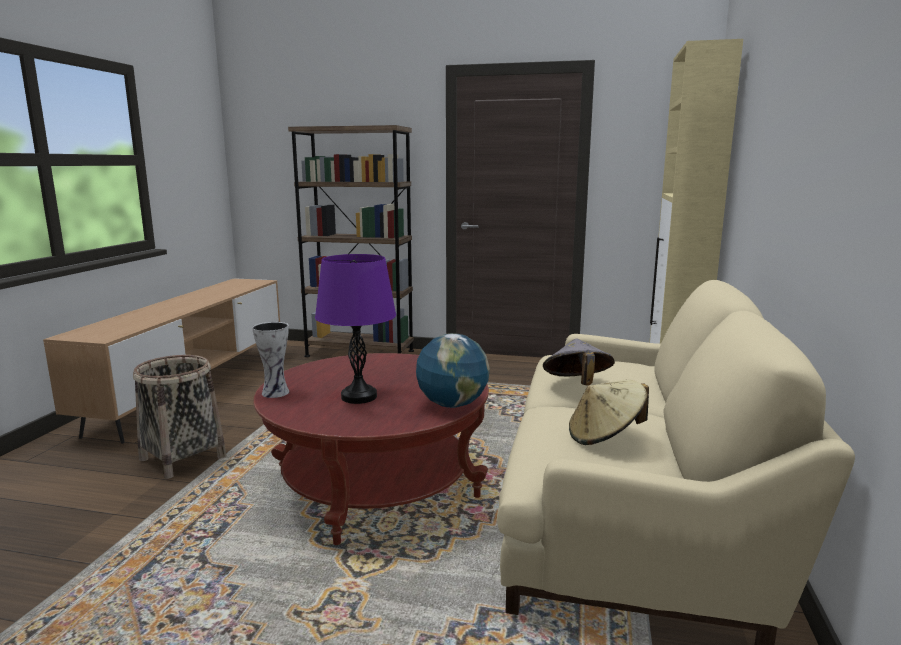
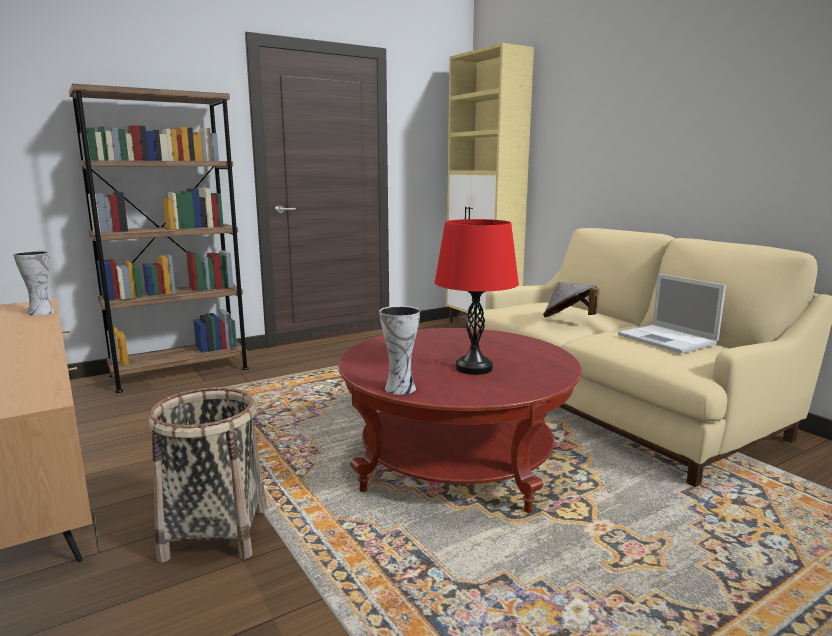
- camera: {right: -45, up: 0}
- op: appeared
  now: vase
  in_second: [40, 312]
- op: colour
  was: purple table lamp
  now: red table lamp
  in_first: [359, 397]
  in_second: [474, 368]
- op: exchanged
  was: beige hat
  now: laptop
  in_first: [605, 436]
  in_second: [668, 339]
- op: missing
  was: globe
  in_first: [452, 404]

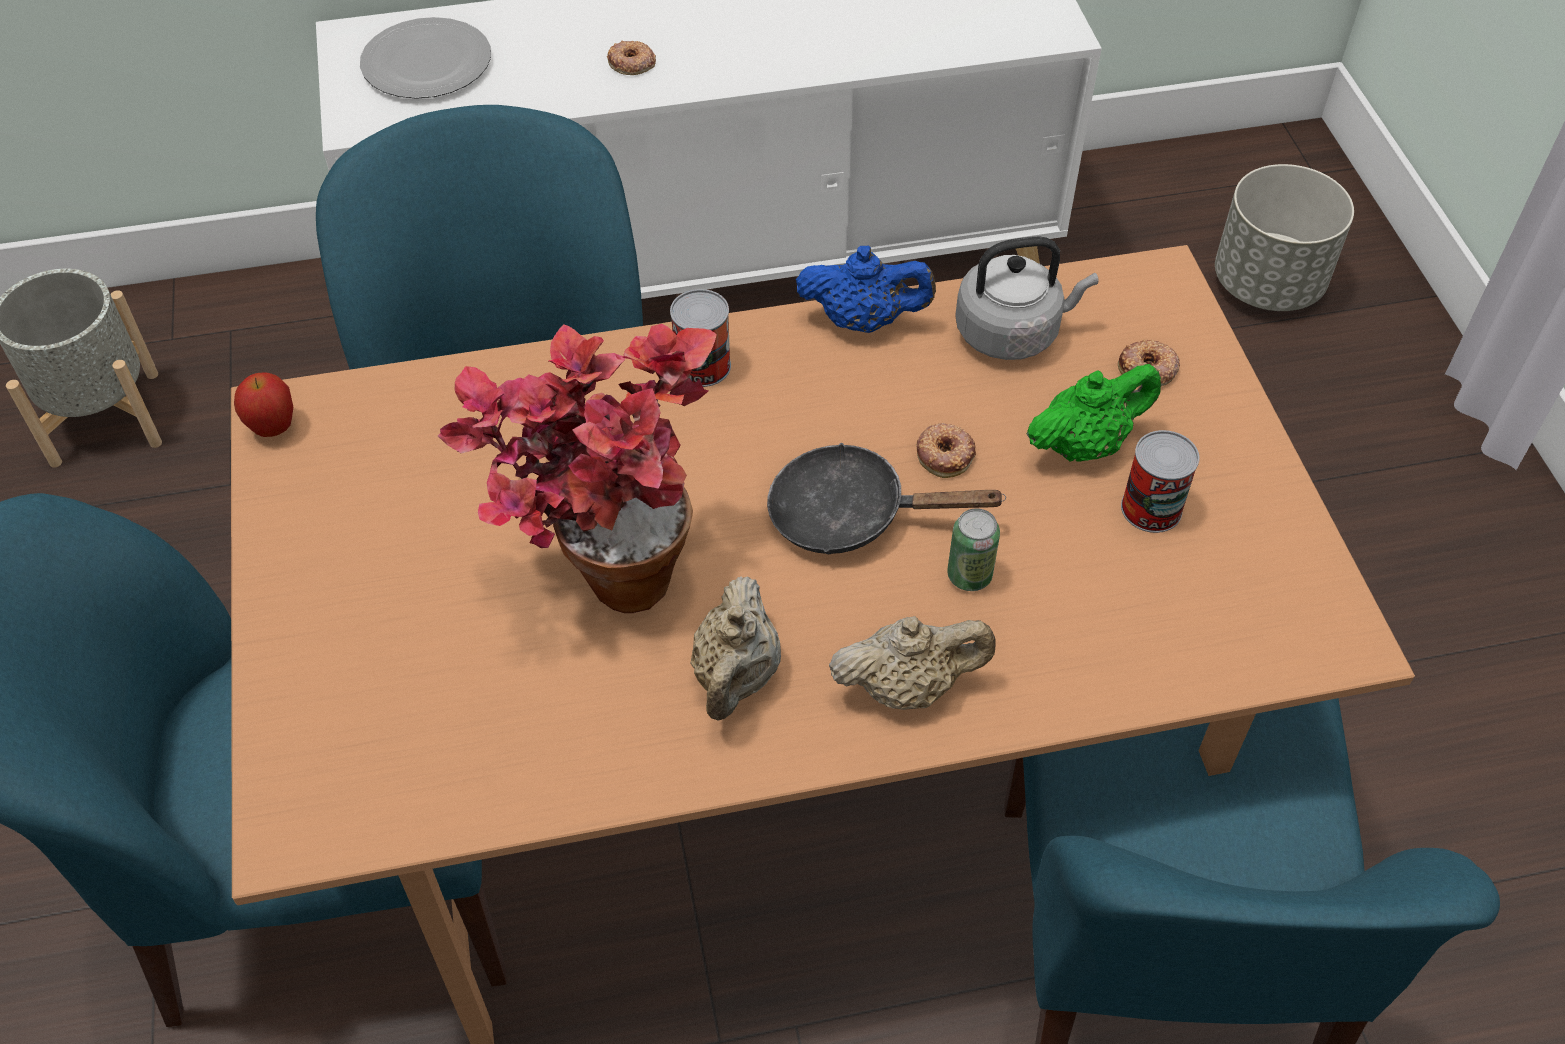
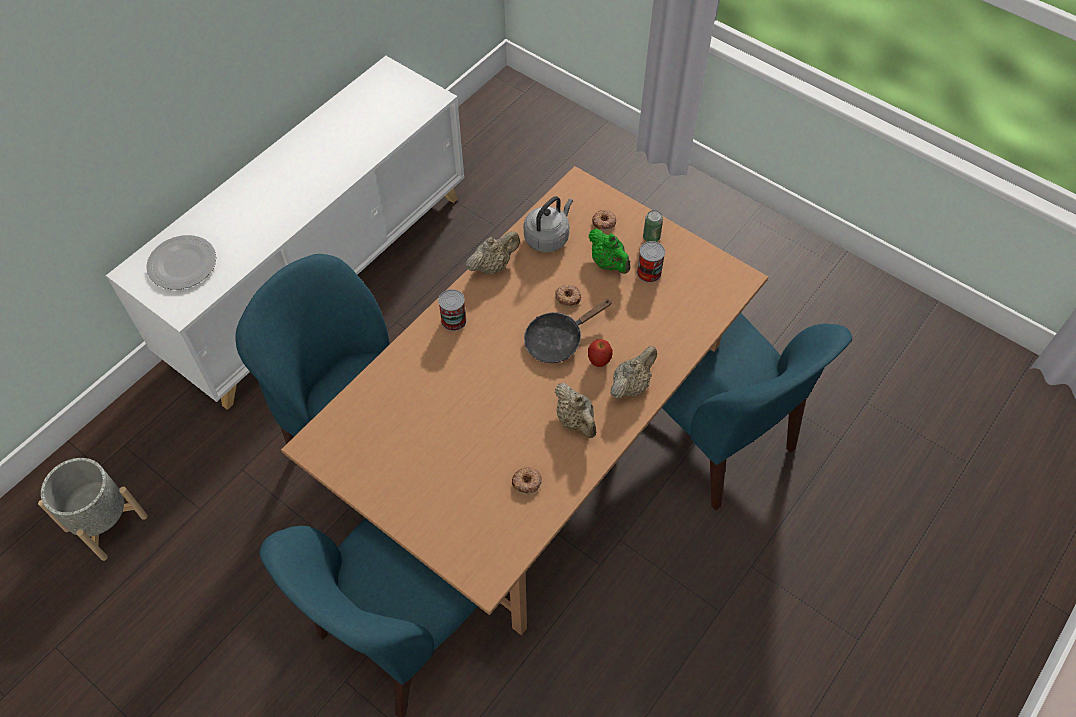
- camera: {right: -40, up: 5}
- op: colour
  was: blue teapot
  now: beige teapot
  in_first: [863, 320]
  in_second: [493, 266]
- op: relocated
  was: donut
  in_first: [631, 63]
  in_second: [527, 482]
- op: spun
  was: green teapot
  in_first: [1085, 444]
  in_second: [609, 263]
  clockwise: 120
- op: relocated
  was: apple
  in_first: [273, 428]
  in_second: [599, 361]
- op: relocated
  was: can
  in_first: [969, 575]
  in_second: [651, 237]
- op: missing
  was: potted plant
  in_first: [602, 574]
- op: missing
  was: grey planter
  in_first: [1268, 284]

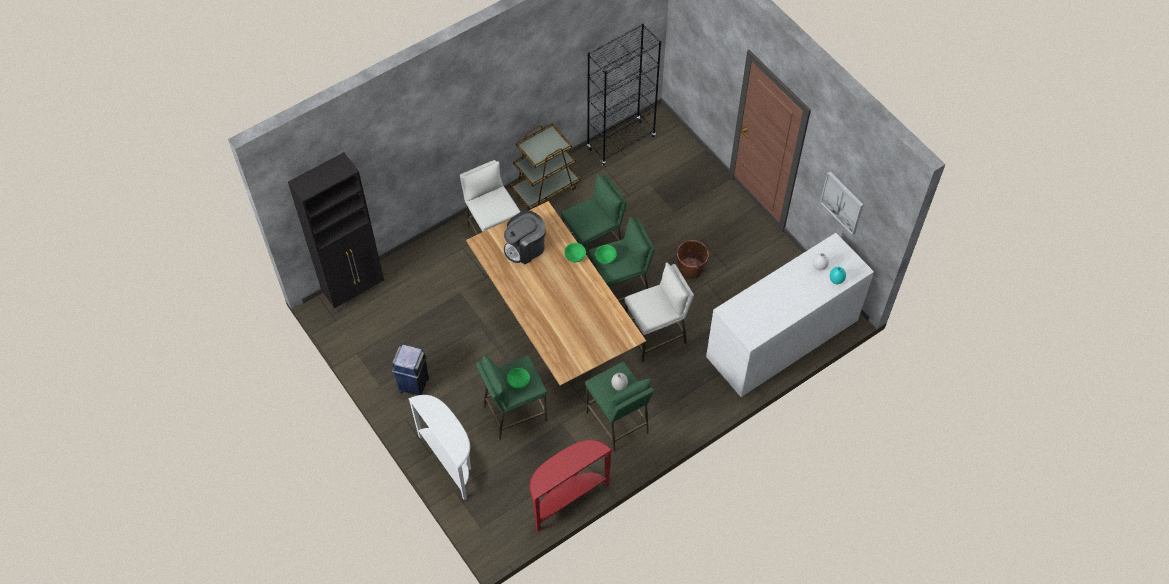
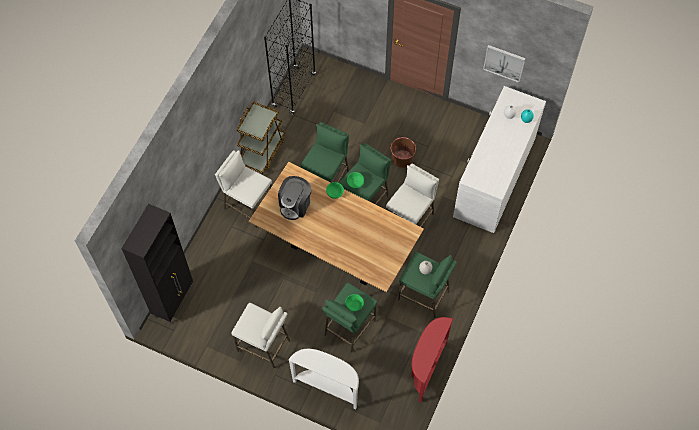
- camera: {right: -30, up: 5}
- op: exchanged
  was: blue trash can
  now: white stool
  in_first: [414, 384]
  in_second: [264, 346]

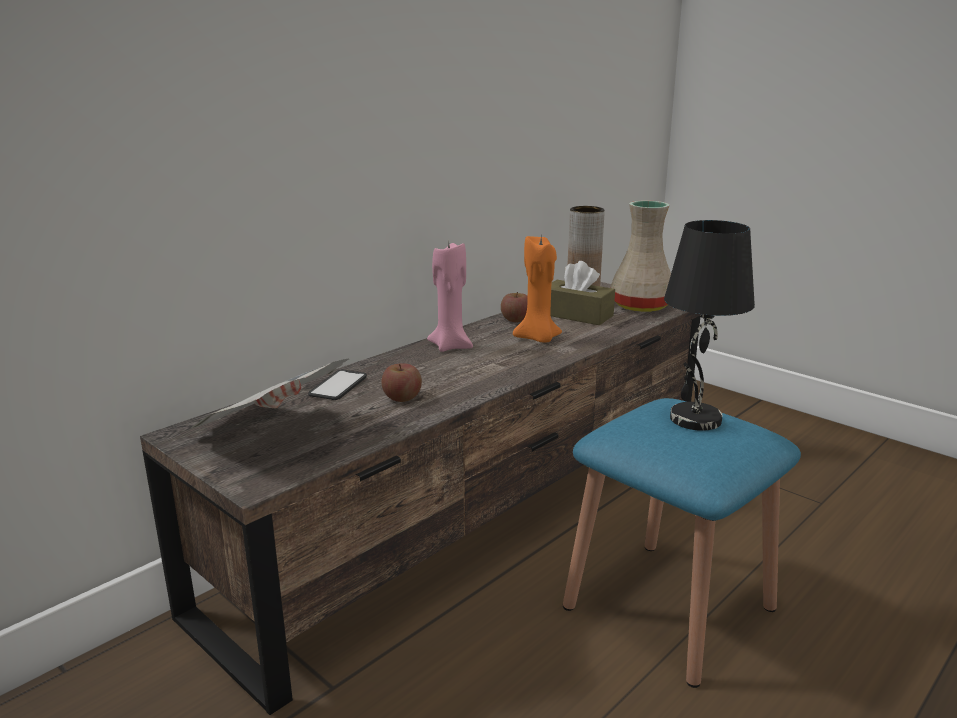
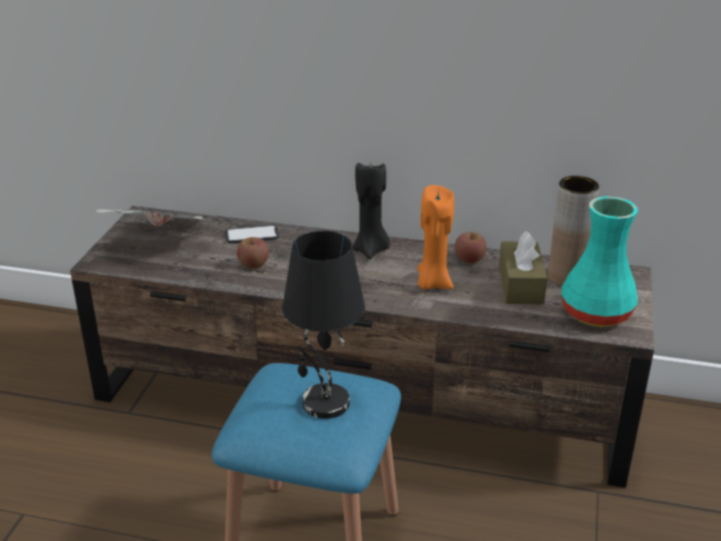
- camera: {right: 60, up: 10}
- op: colour
  was: pink candle
  now: black candle
  in_first: [451, 346]
  in_second: [371, 250]
- op: colour
  was: beige vase
  now: turquoise vase
  in_first: [639, 306]
  in_second: [594, 312]

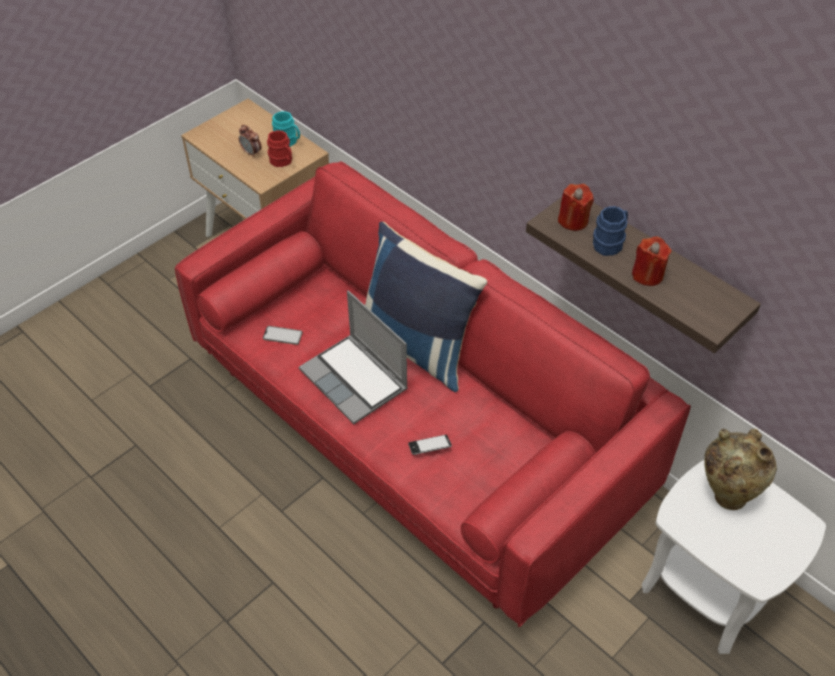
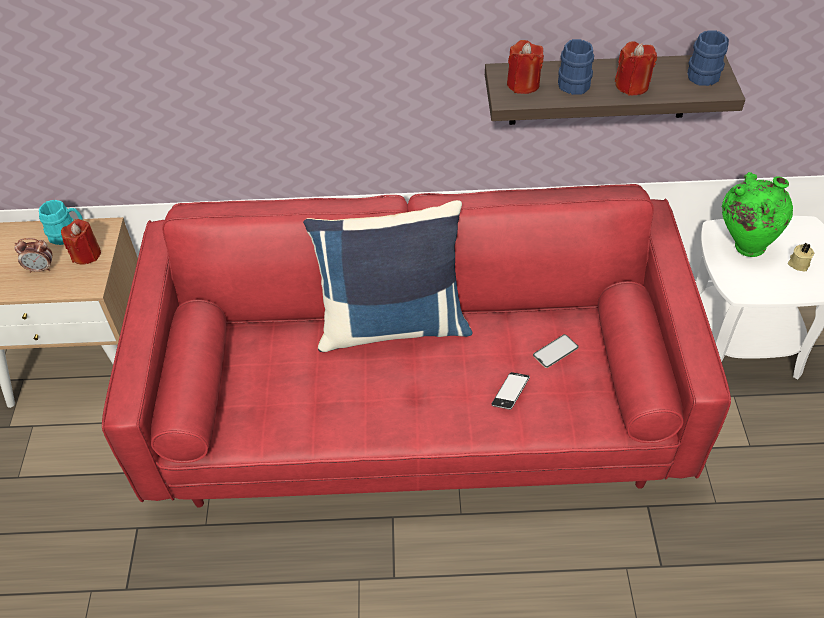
- camera: {right: -45, up: 0}
- op: exchanged
  was: red mug
  now: red candle
  in_first: [282, 161]
  in_second: [86, 254]
- op: relocated
  was: phone
  in_first: [282, 335]
  in_second: [555, 351]
- op: appeared
  now: blue mug
  in_second: [706, 74]
- op: colour
  was: beige vase
  now: green vase
  in_first: [727, 493]
  in_second: [744, 246]
- op: appeared
  now: beige candle
  in_second: [798, 263]
- op: missing
  was: laptop
  in_first: [355, 380]

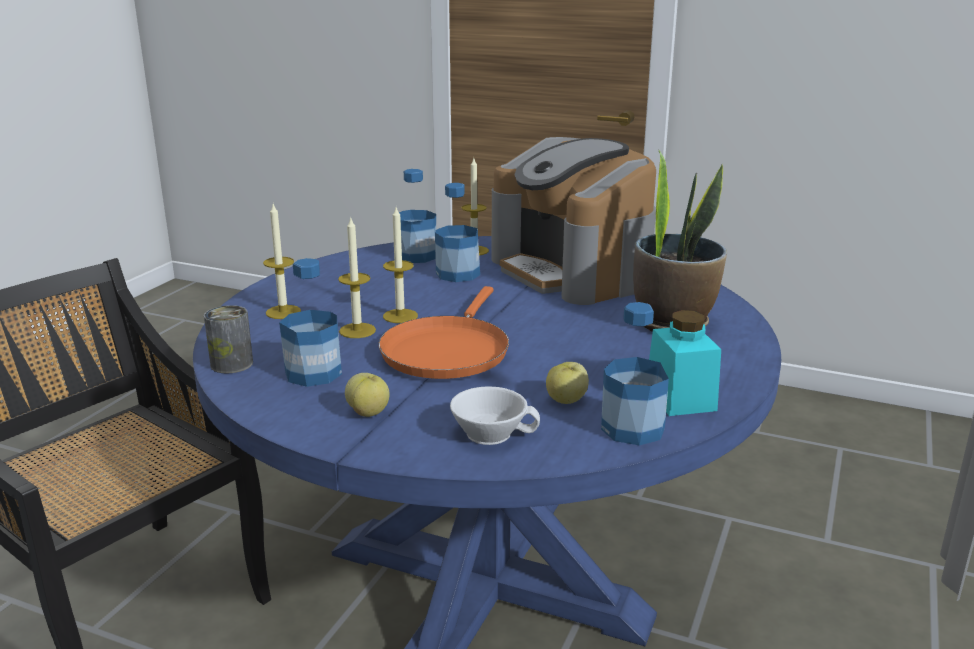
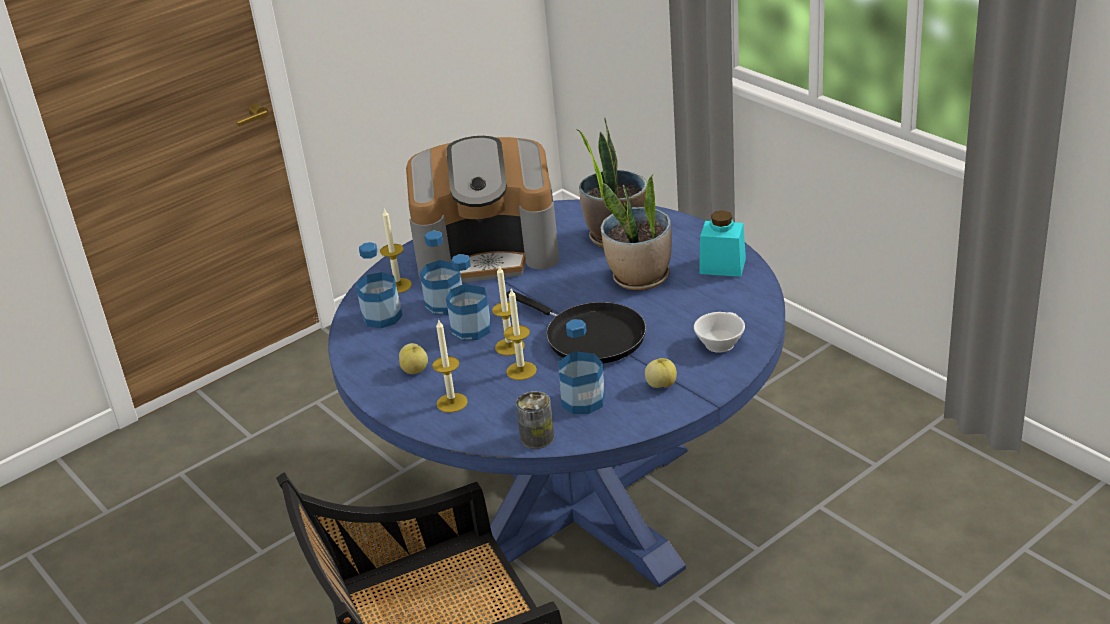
- camera: {right: -60, up: 10}
- op: relocated
  was: apple
  in_first: [567, 400]
  in_second: [415, 370]
- op: relocated
  was: bottle
  in_first: [632, 428]
  in_second: [471, 329]
- op: colour
  was: orange frying pan
  now: black frying pan
  in_first: [447, 350]
  in_second: [589, 337]
- op: appeared
  now: potted plant
  in_second: [640, 278]

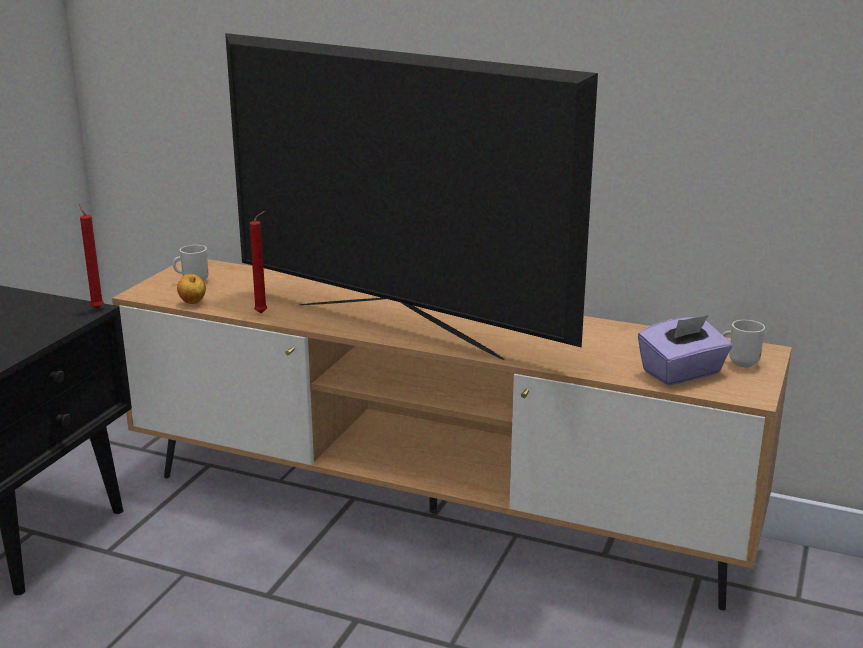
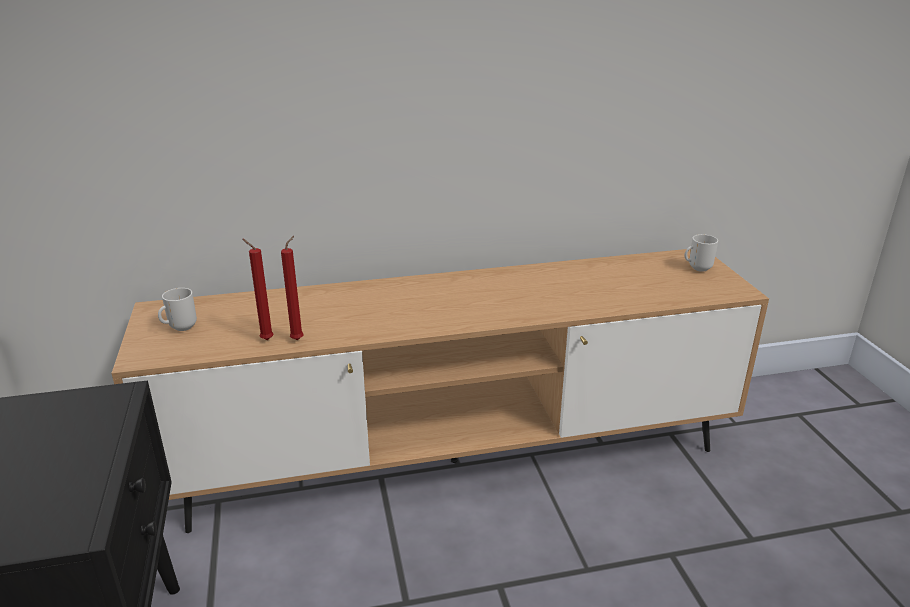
- camera: {right: -35, up: 5}
- op: relocated
  was: red candle
  in_first: [96, 308]
  in_second: [265, 339]
- op: missing
  was: apple
  in_first: [193, 303]
- op: missing
  was: television
  in_first: [397, 329]
- op: missing
  was: purple tissue box
  in_first: [682, 373]

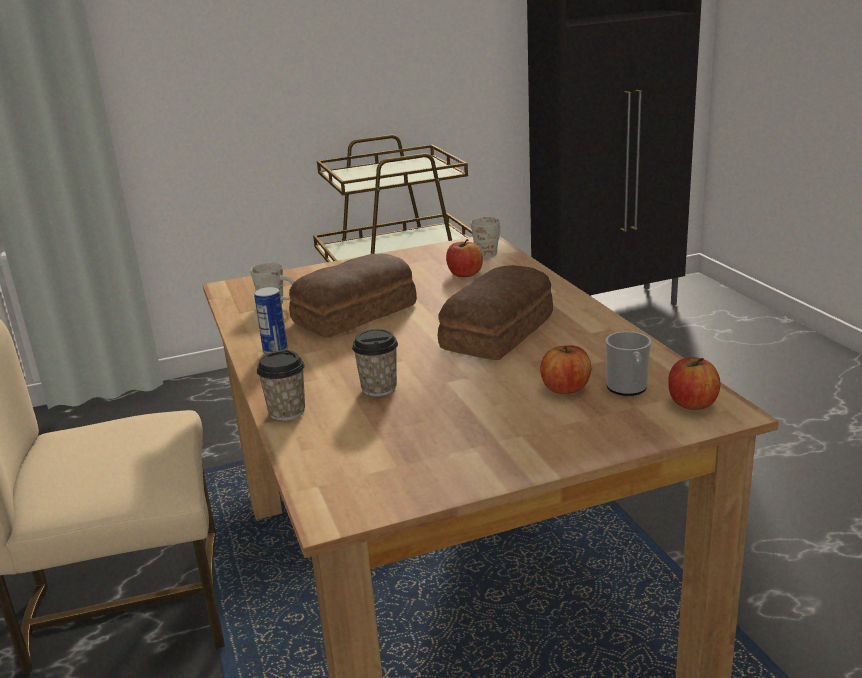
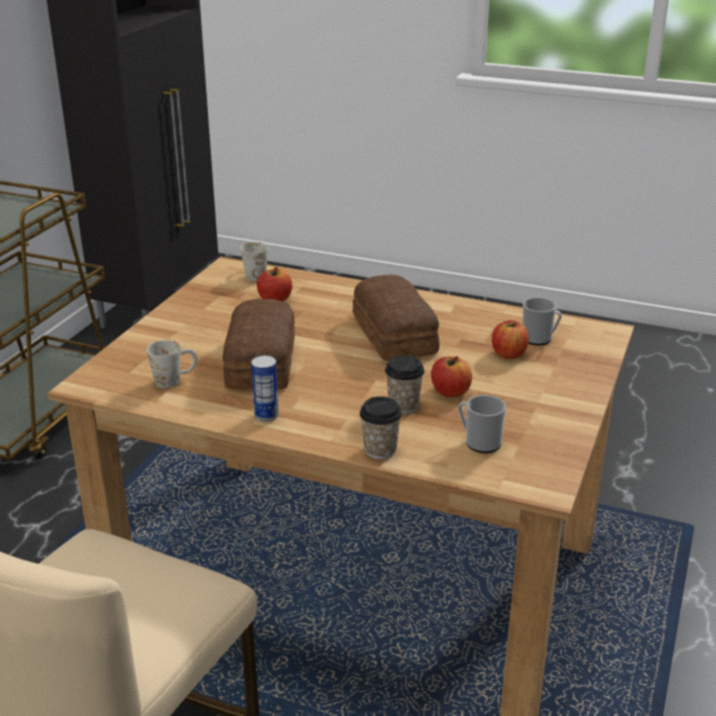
- camera: {right: -50, up: 5}
- op: relocated
  was: apple
  in_first: [692, 403]
  in_second: [450, 392]
- op: appeared
  now: mug
  in_second: [479, 442]

